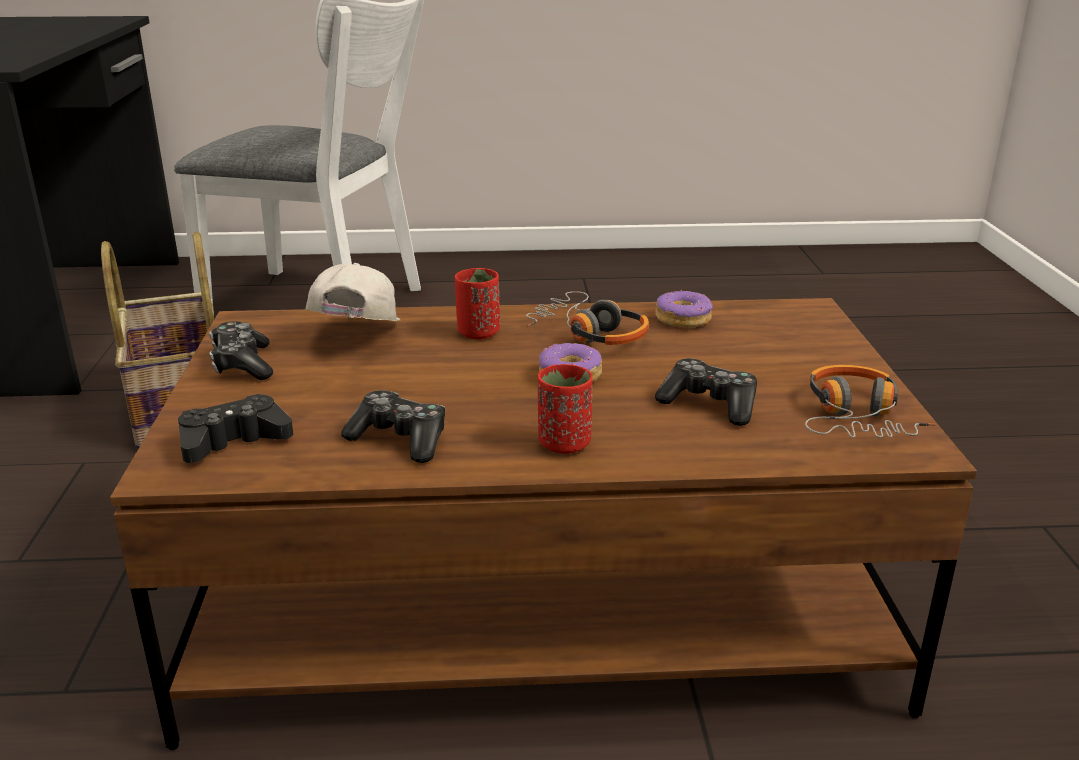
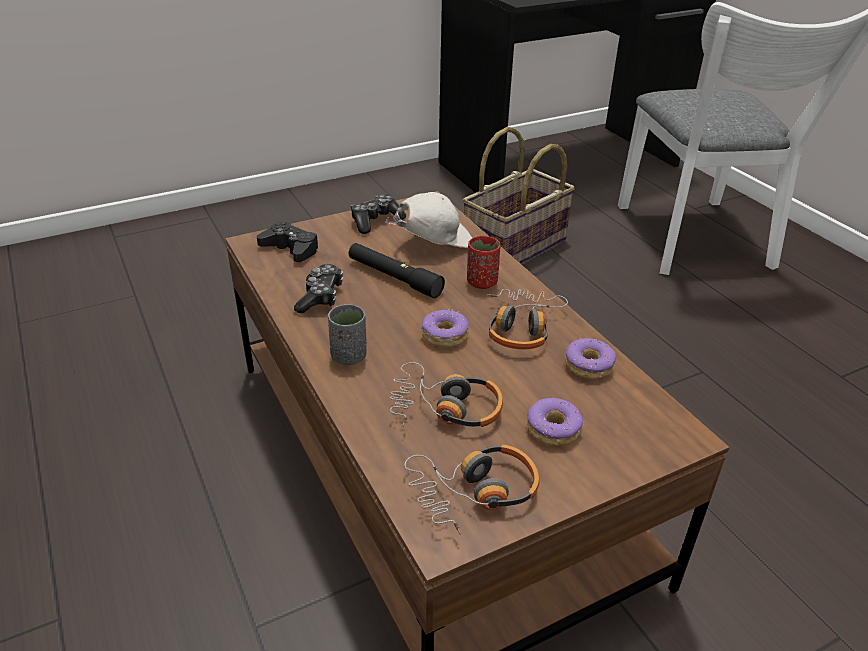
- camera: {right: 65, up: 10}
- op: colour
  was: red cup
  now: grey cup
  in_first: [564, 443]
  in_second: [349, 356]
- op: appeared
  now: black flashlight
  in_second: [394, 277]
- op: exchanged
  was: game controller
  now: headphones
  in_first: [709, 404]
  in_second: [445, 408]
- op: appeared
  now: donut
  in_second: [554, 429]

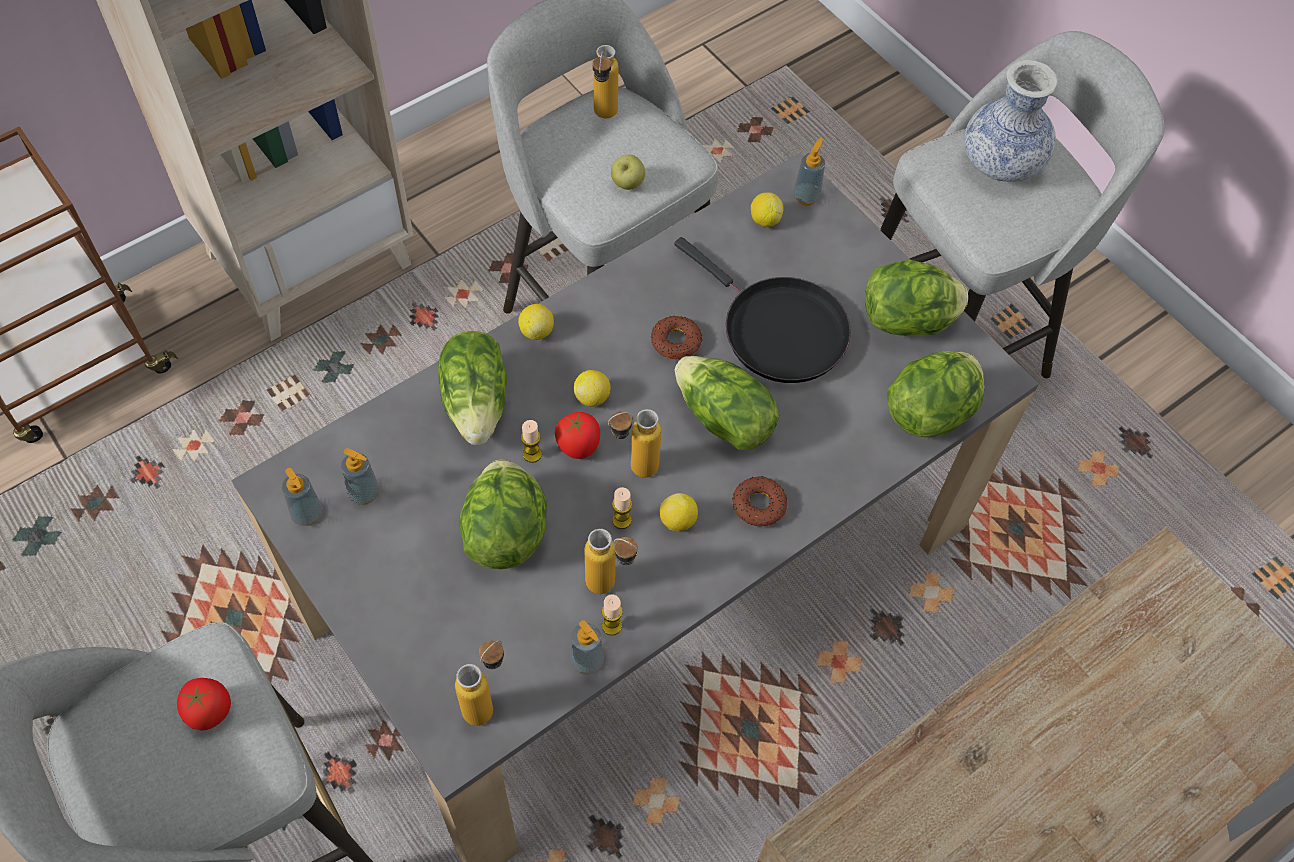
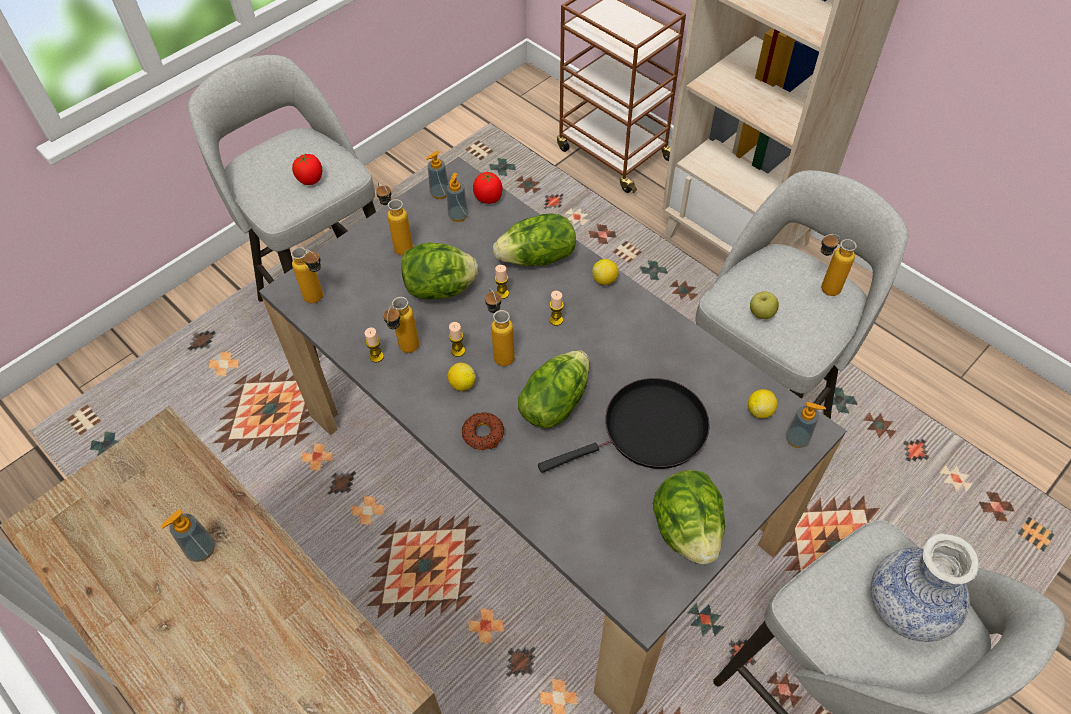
- camera: {right: 85, up: -5}
- op: relocated
  was: soap dispenser
  in_first: [587, 660]
  in_second: [201, 550]
- op: appeared
  now: bottle
  in_second: [399, 245]
- op: relocated
  was: tomato
  in_first: [578, 445]
  in_second: [488, 198]
- op: spun
  was: black frying pan
  in_first: [777, 330]
  in_second: [648, 431]
  clockwise: -150
- op: exchanged
  was: lemon
  now: candle
  in_first: [592, 397]
  in_second: [556, 320]
- op: missing
  was: donut
  in_first: [676, 342]
- op: missing
  was: lettuce
  in_first: [931, 411]

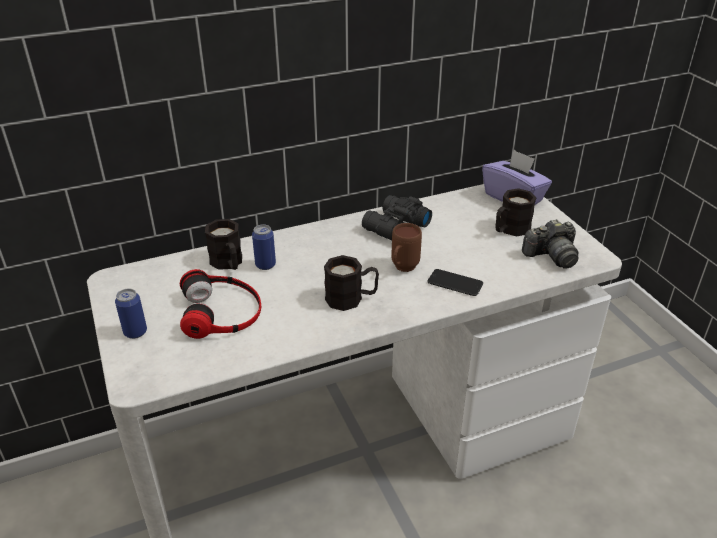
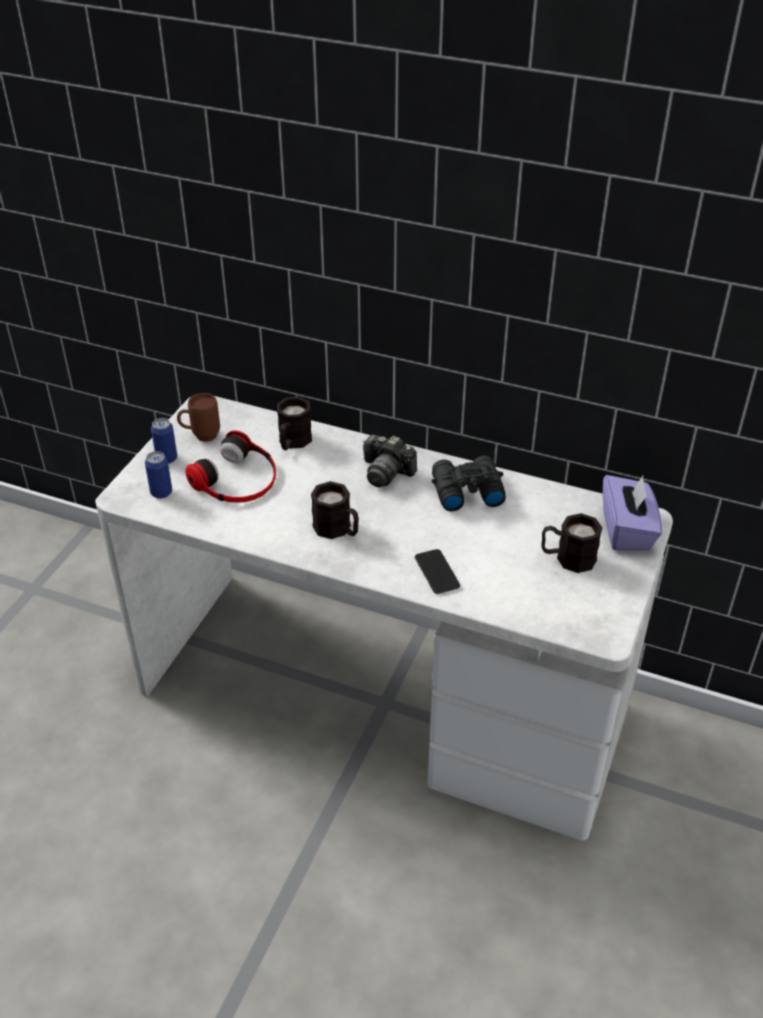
- camera: {right: 45, up: 5}
- op: relocated
  was: can
  in_first: [265, 265]
  in_second: [161, 492]
- op: relocated
  was: brown mug
  in_first: [402, 269]
  in_second: [200, 436]
- op: relocated
  was: photo camera
  in_first: [551, 256]
  in_second: [386, 472]

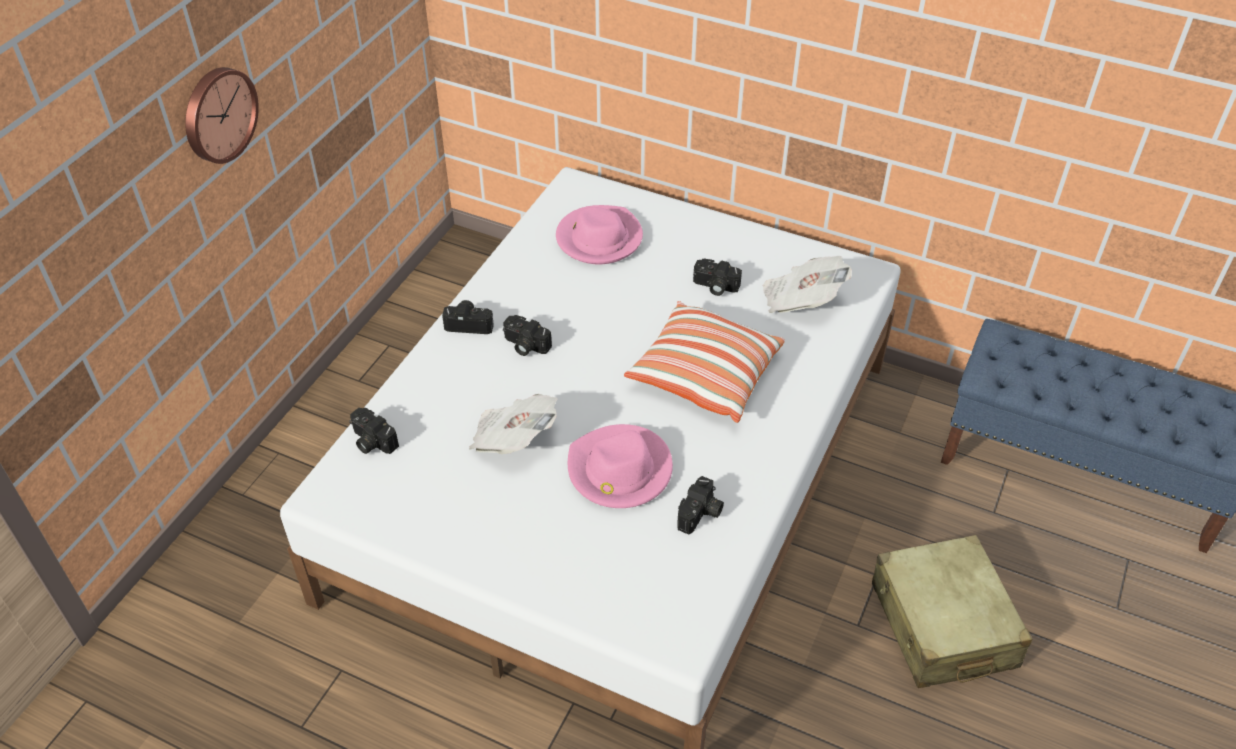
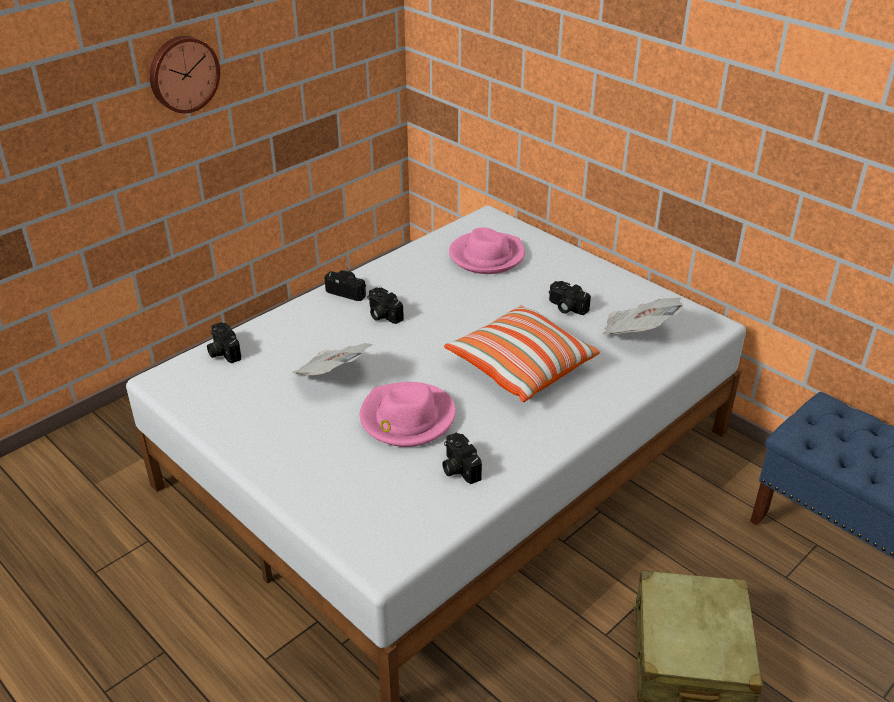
- camera: {right: 20, up: -10}
- op: spun
  was: photo camera
  in_first: [701, 515]
  in_second: [457, 468]
  clockwise: 105

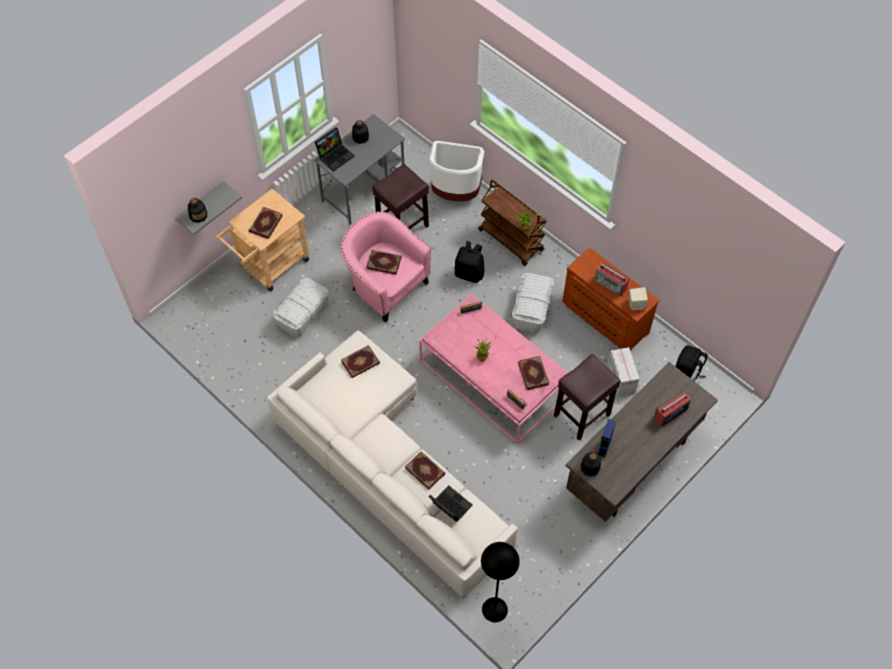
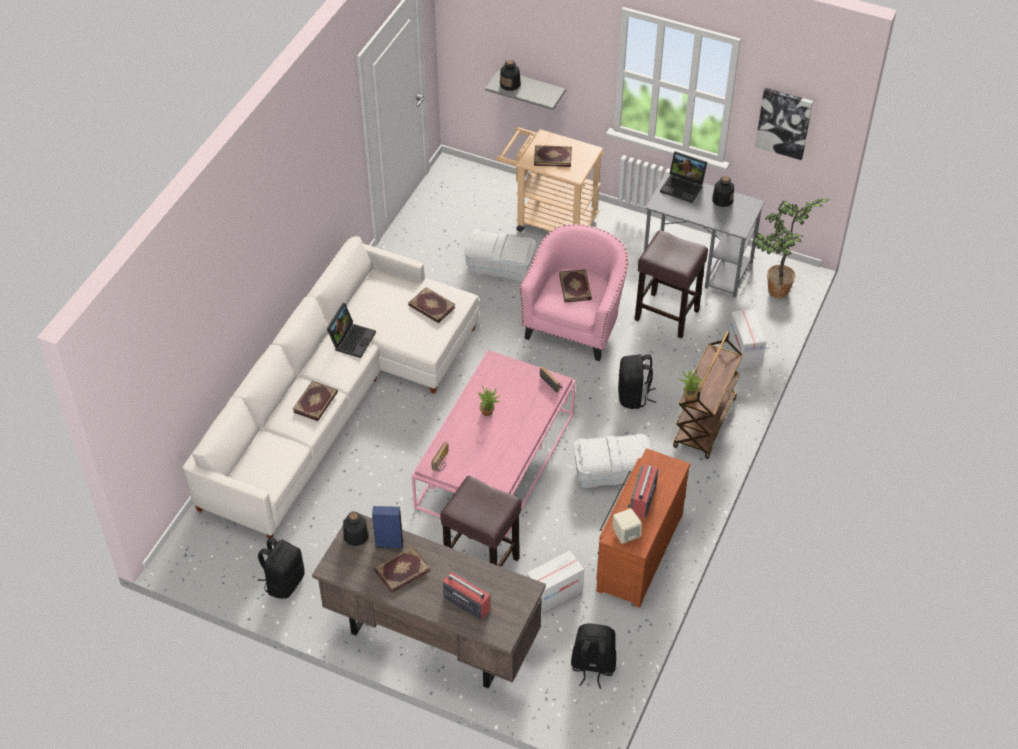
- camera: {right: 70, up: -10}
- op: appeared
  now: black backpack
  in_second: [284, 582]
- op: relocated
  was: laptop
  in_first: [449, 506]
  in_second: [352, 339]
- op: relocated
  was: book
  in_first: [532, 374]
  in_second: [401, 570]
- op: exchanged
  was: white trash can
  now: cardboard box
  in_first: [456, 193]
  in_second: [745, 350]
- op: appeared
  now: potted plant
  in_second: [776, 293]
- op: appeared
  now: picture
  in_second: [784, 122]
- op: missing
  was: black floor lamp
  in_first: [494, 609]

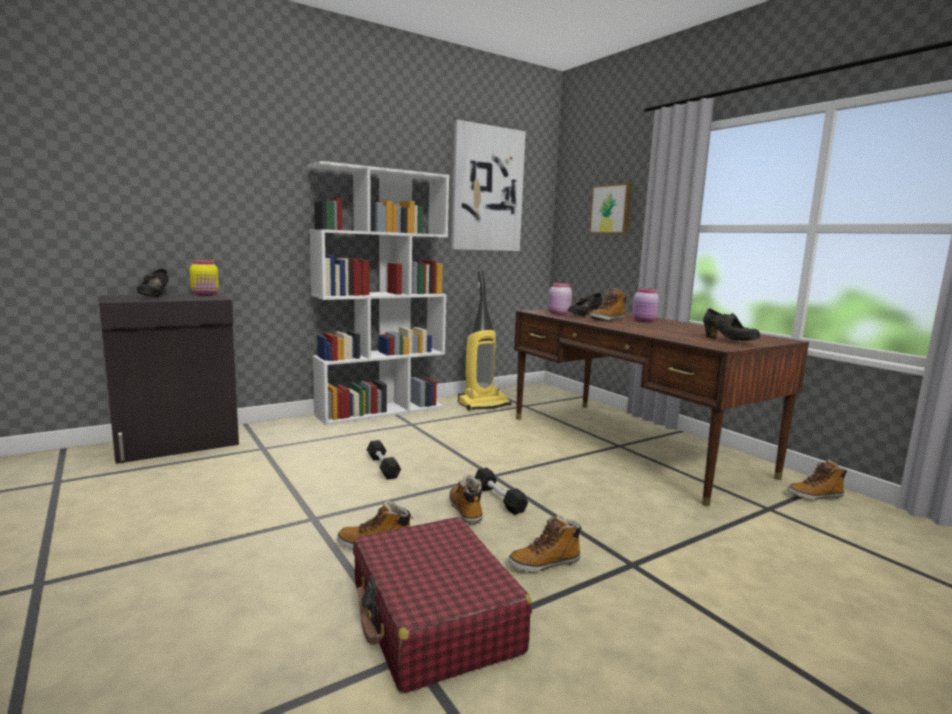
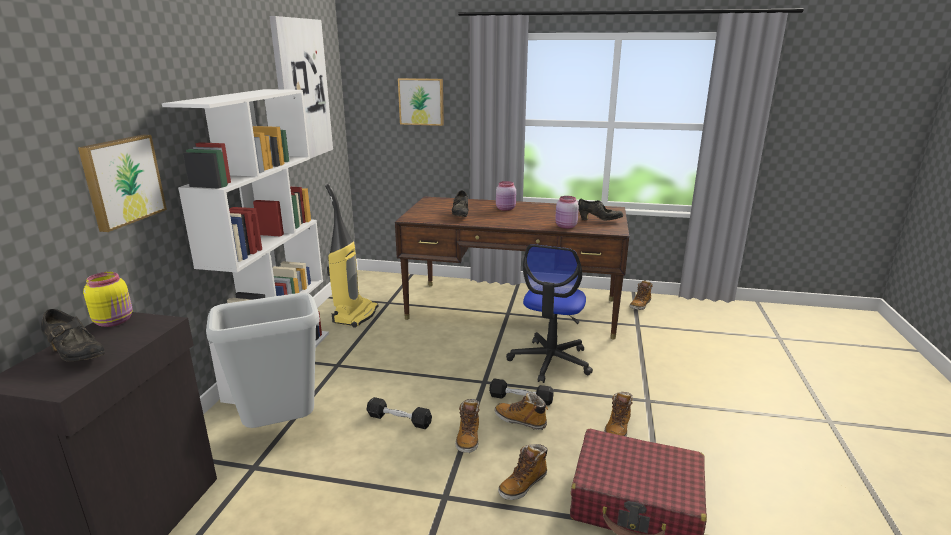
- camera: {right: -45, up: 10}
- op: appeared
  now: picture
  in_second: [122, 181]
- op: appeared
  now: grey trash can
  in_second: [280, 429]
- op: relocated
  was: boot
  in_first: [607, 320]
  in_second: [468, 438]
- op: appeared
  now: office chair
  in_second: [550, 361]
- op: relocated
  was: pink jar
  in_first: [558, 313]
  in_second: [566, 226]

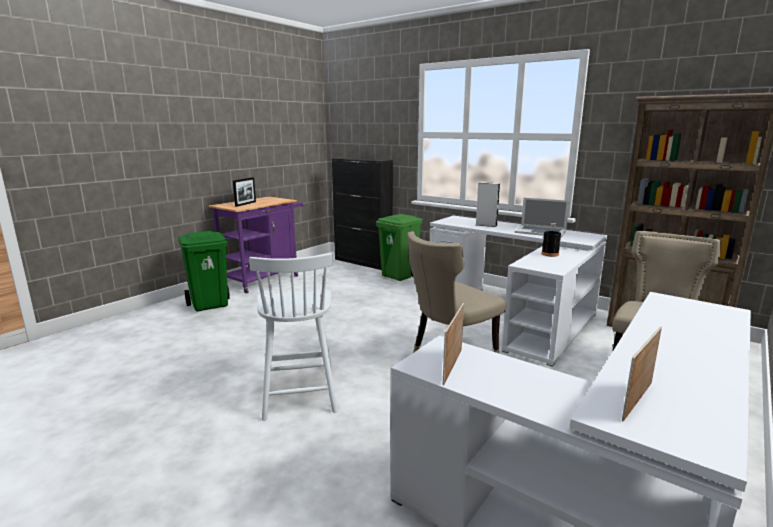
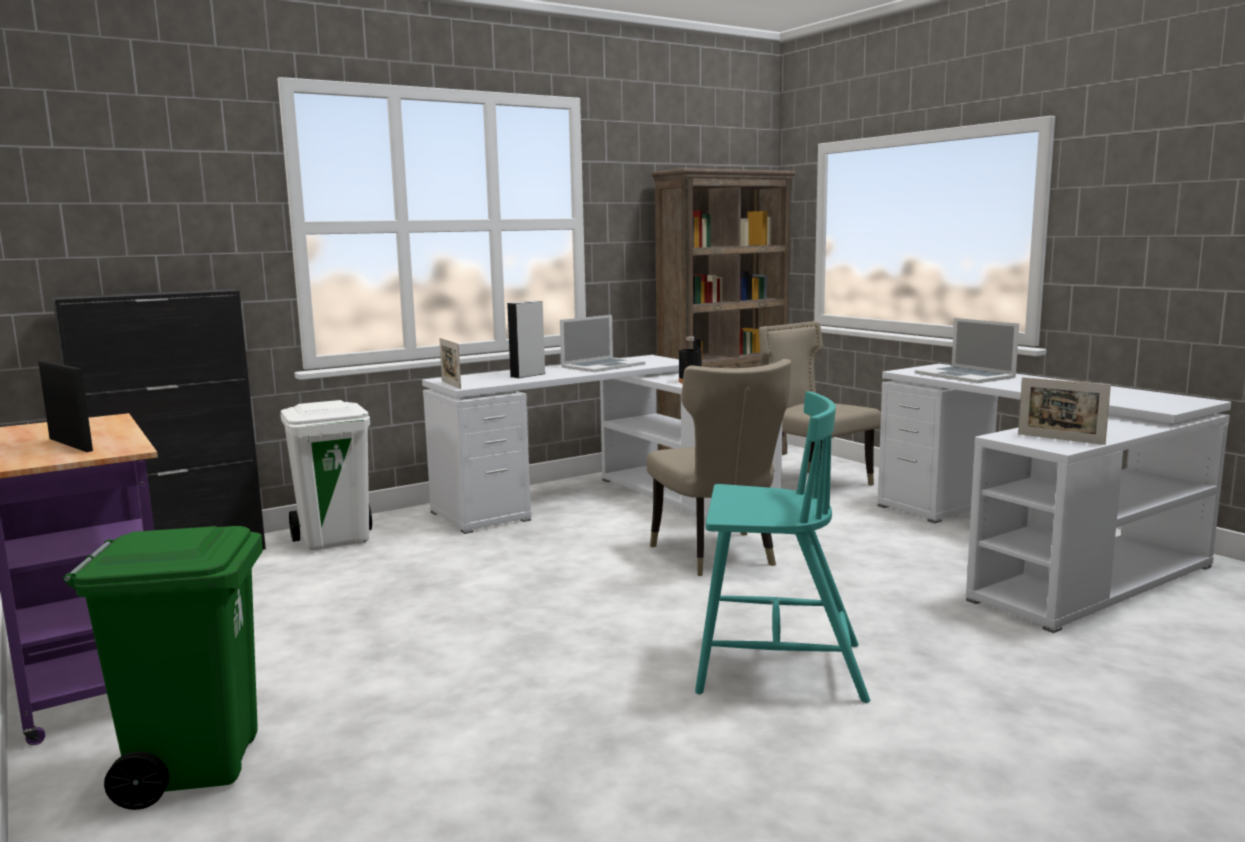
- camera: {right: -70, up: -5}
- op: colour
  was: green trash can
  now: white trash can
  in_first: [399, 276]
  in_second: [336, 540]
- op: relocated
  was: picture frame
  in_first: [637, 401]
  in_second: [451, 384]
- op: colour
  was: white chair
  now: turquoise chair
  in_first: [299, 390]
  in_second: [776, 667]
- op: appeared
  now: laptop
  in_second: [965, 375]

